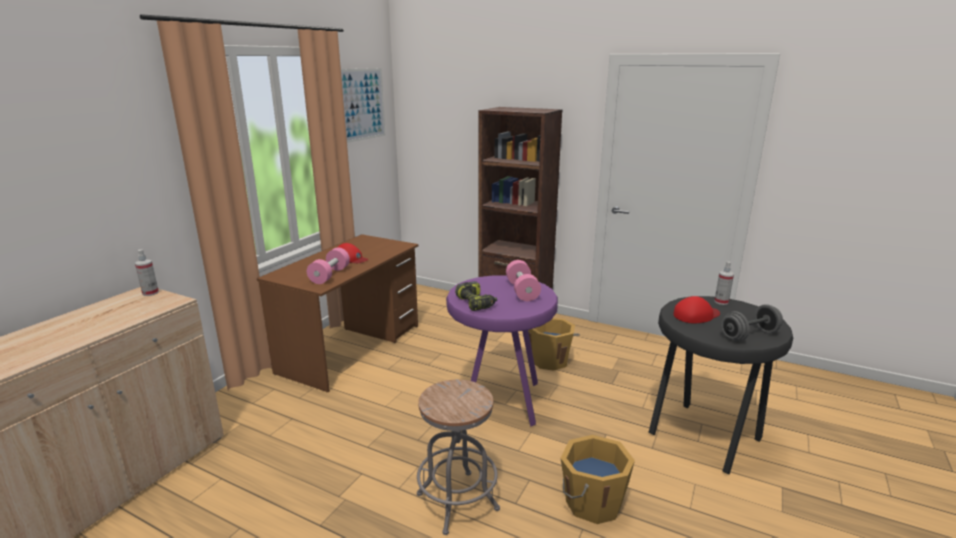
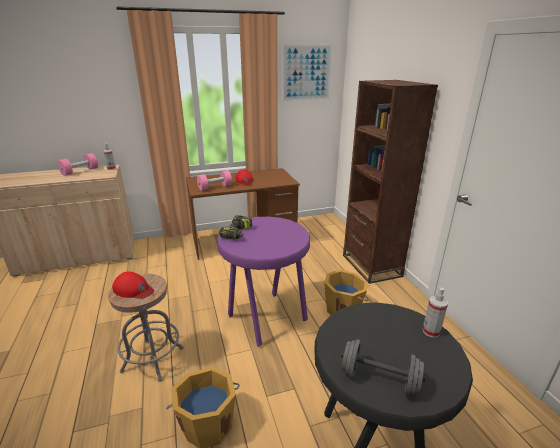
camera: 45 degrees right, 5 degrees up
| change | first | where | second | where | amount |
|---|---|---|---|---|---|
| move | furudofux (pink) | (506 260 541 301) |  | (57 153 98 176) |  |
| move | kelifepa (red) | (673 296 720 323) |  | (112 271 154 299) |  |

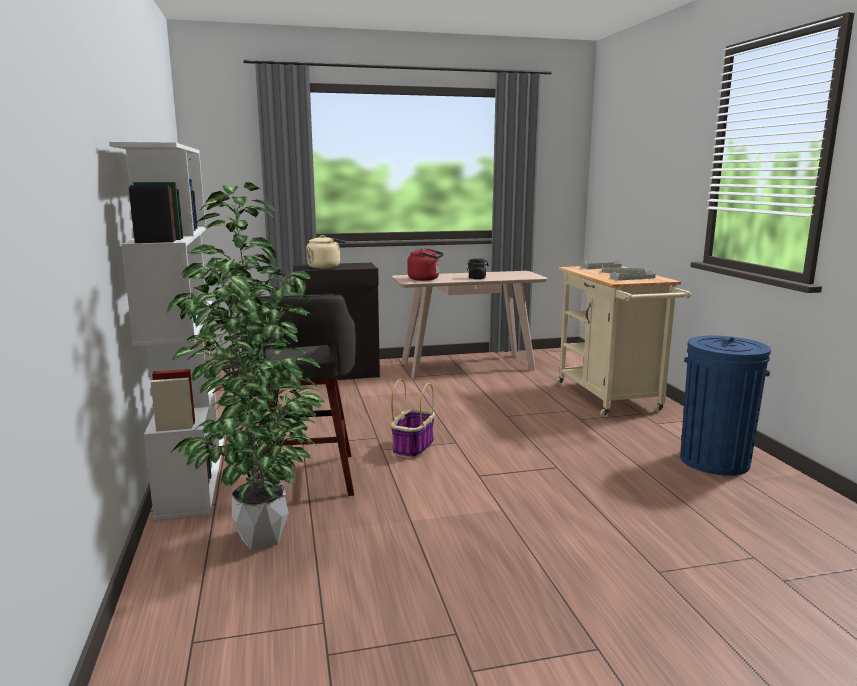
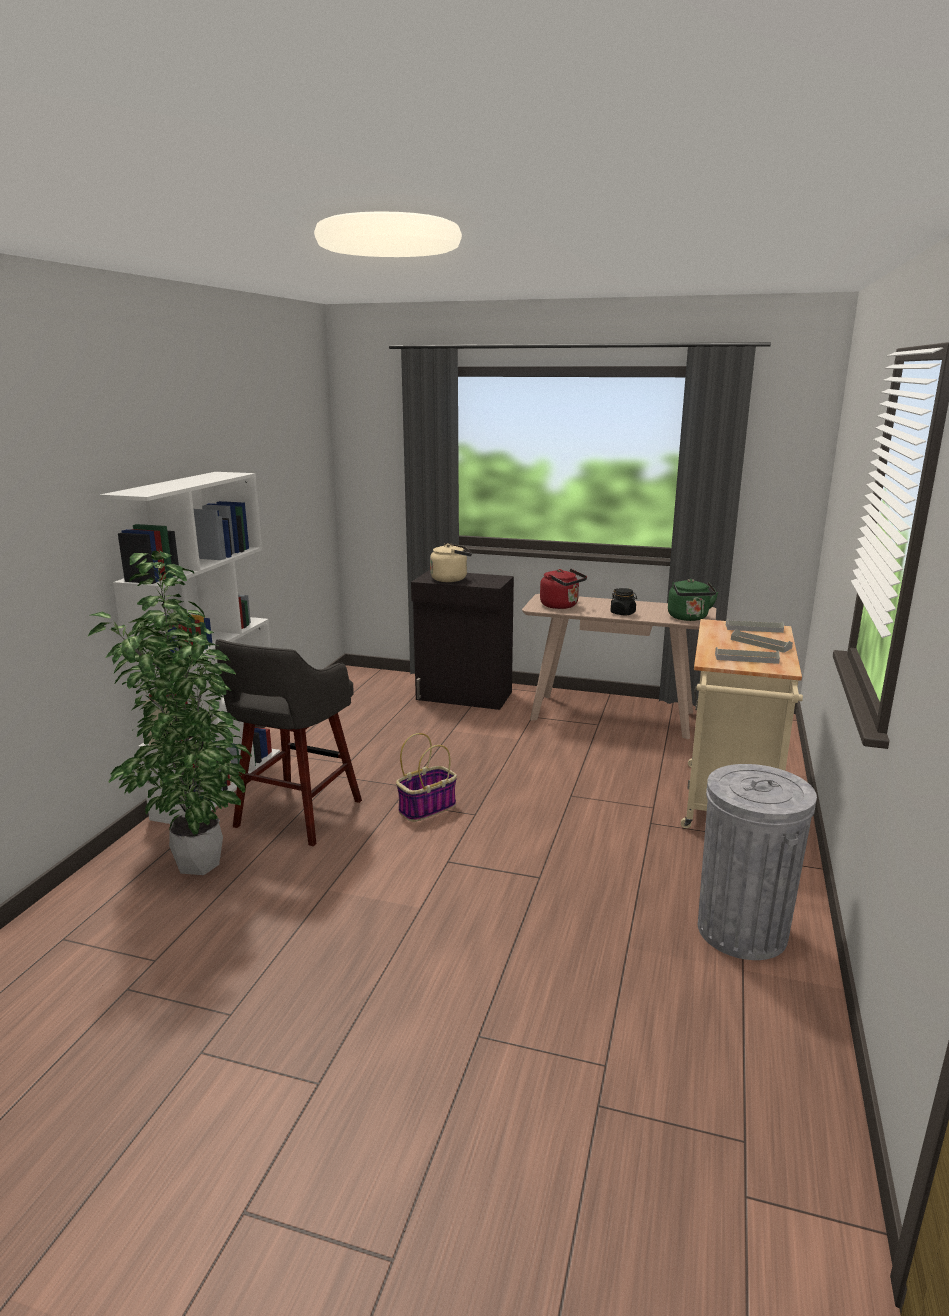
camera: 30 degrees right, 5 degrees up
| change | first | where | second | where | amount |
|---|---|---|---|---|---|
| insert |  |  | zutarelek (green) | (668 579 718 621) |  |
| recolor | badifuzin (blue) | (680 336 771 476) | badifuzin (grey) | (698 764 817 960) |  |

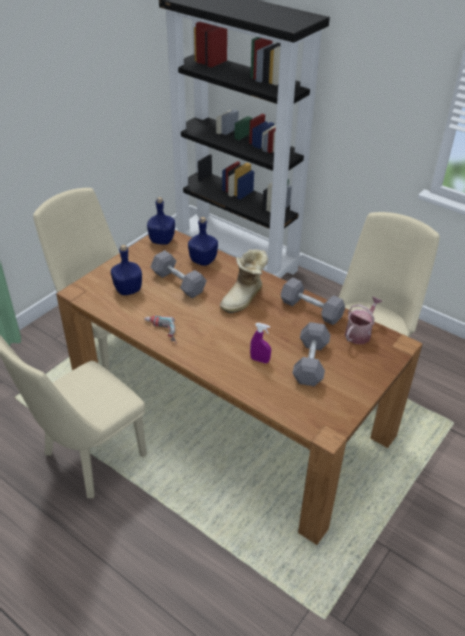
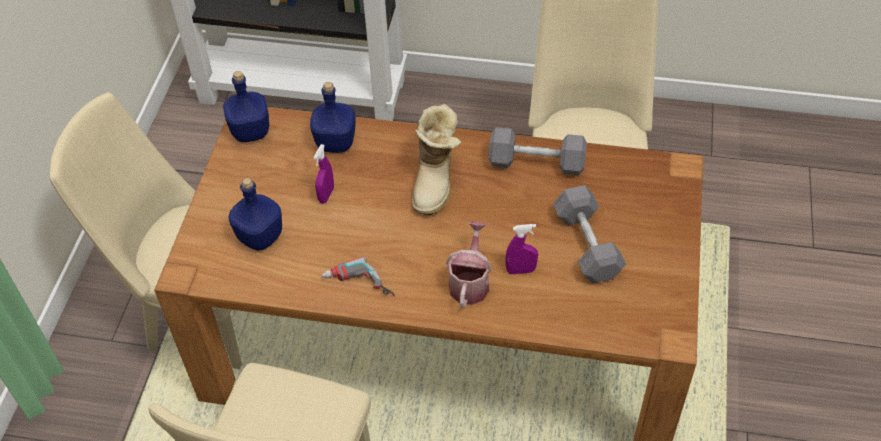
camera: 25 degrees left, 10 degrees up
| change | first | where | second | where | amount |
|---|---|---|---|---|---|
| replace | furudofux (grey) | (150 250 207 298) | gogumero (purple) | (314 144 334 204) |  |
| move | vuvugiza | (345 297 383 344) |  | (446 222 492 308) |  |

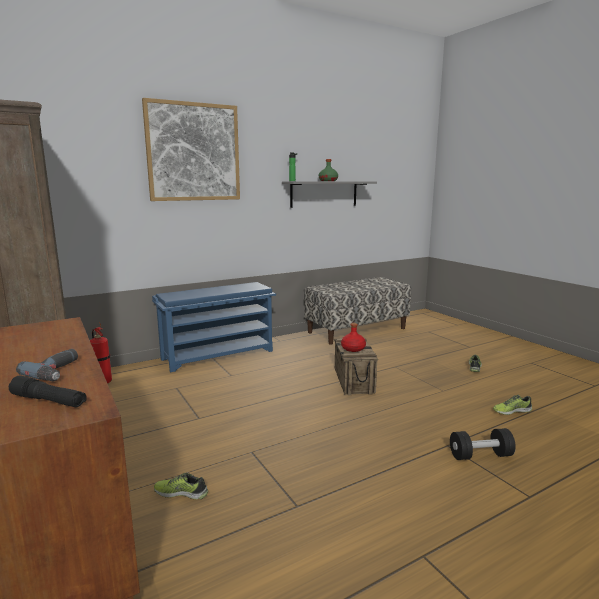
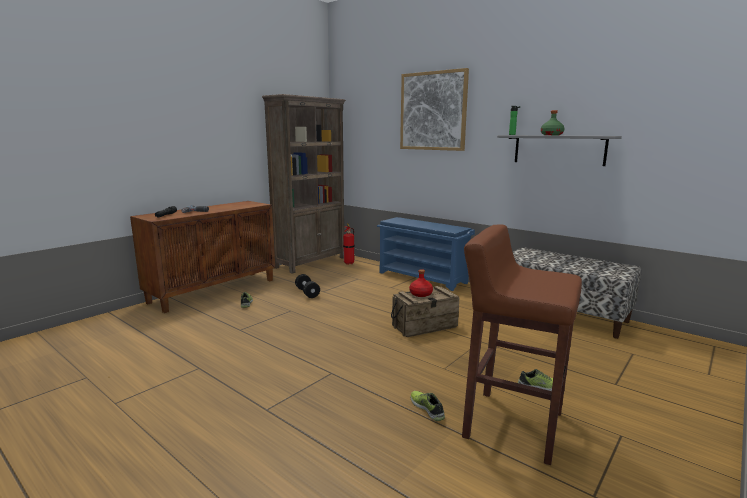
camera: 70 degrees right, 0 degrees up
| change | first | where | second | where | amount |
|---|---|---|---|---|---|
| move | furudofux (black) | (450 428 516 460) |  | (295 274 320 298) |  |
| insert |  |  | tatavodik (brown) | (462 224 582 465) |  |

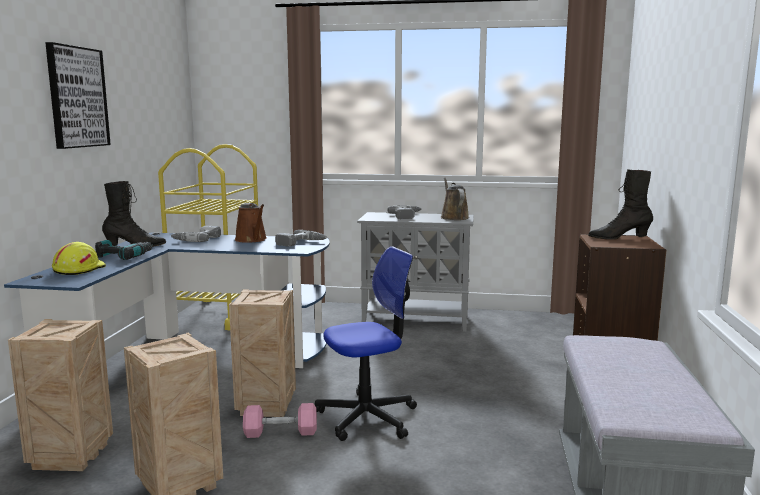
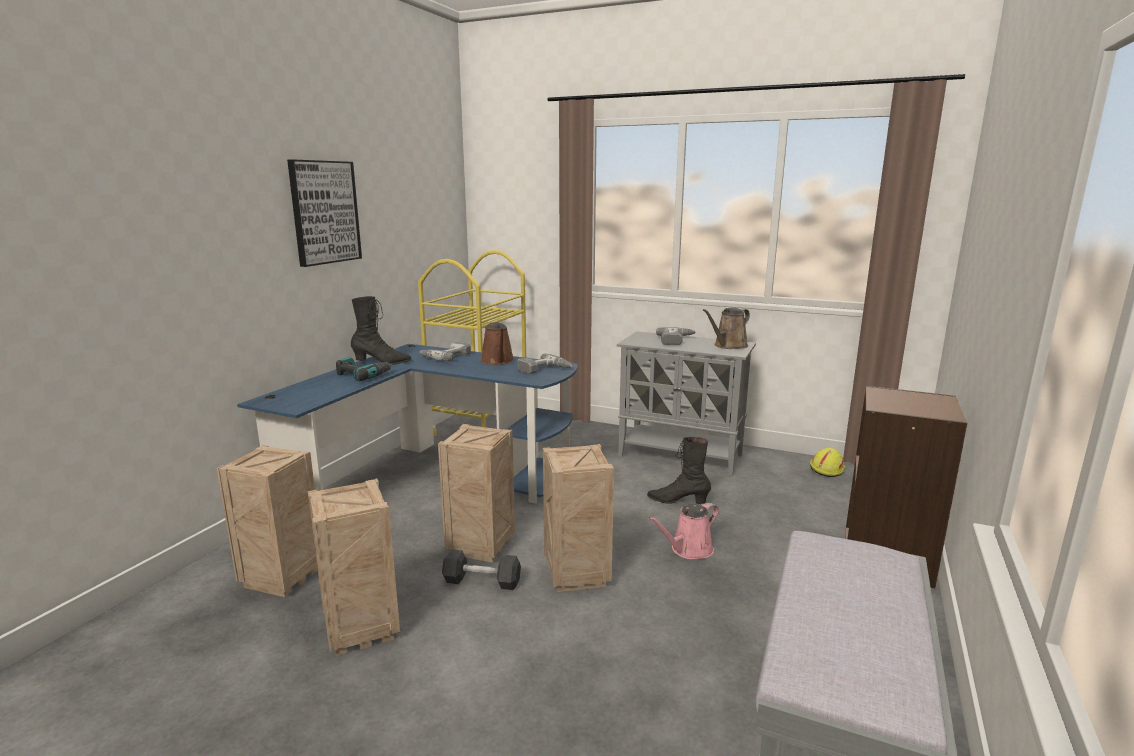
camera: 15 degrees right, 5 degrees up
| change | first | where | second | where | amount |
|---|---|---|---|---|---|
| recolor | furudofux (pink) | (243 403 317 438) | furudofux (grey) | (442 549 521 590) |  |
| replace | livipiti | (315 246 417 441) | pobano | (543 444 614 592) |  |
| move | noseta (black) | (588 169 653 240) |  | (647 437 711 504) |  |
| insert |  |  | vuvugiza (pink) | (648 503 719 559) |  |
| rotate | vuvugiza (brown) | (441 177 469 220) |  | (703 308 750 349) | 135 degrees counterclockwise |
| move | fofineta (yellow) | (52 242 106 275) |  | (810 448 845 477) |  |

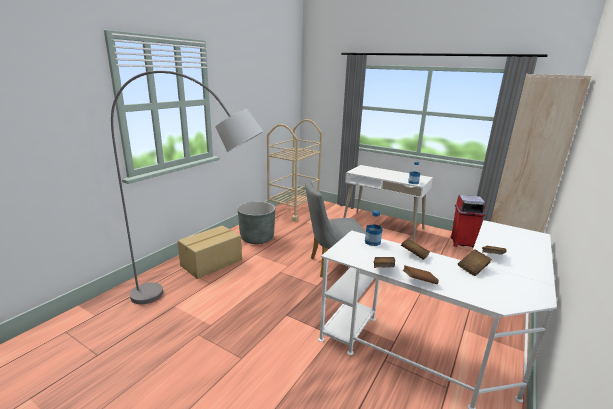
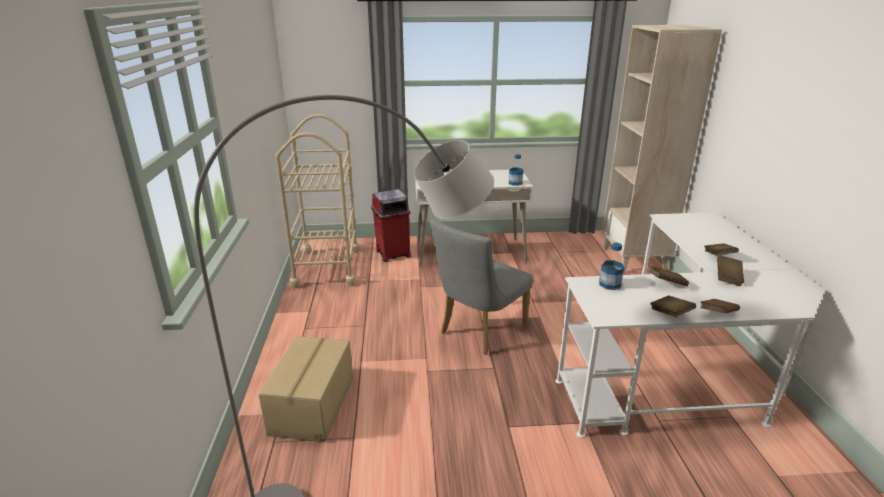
camera: 35 degrees left, 5 degrees up
| change | first | where | second | where | amount |
|---|---|---|---|---|---|
| move | badifuzin (red) | (451 195 485 248) |  | (371 189 411 262) |  |
| delete | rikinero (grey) | (238 201 275 244) |  |  |  |

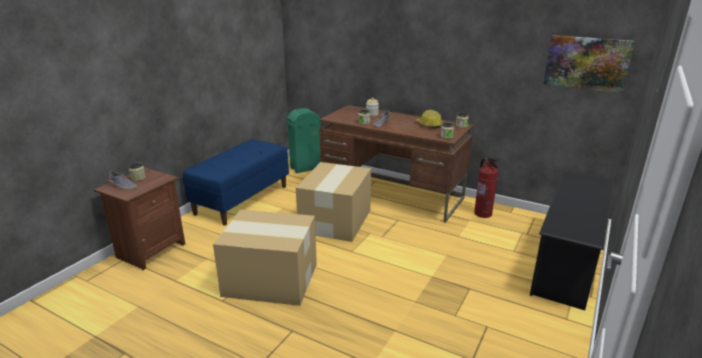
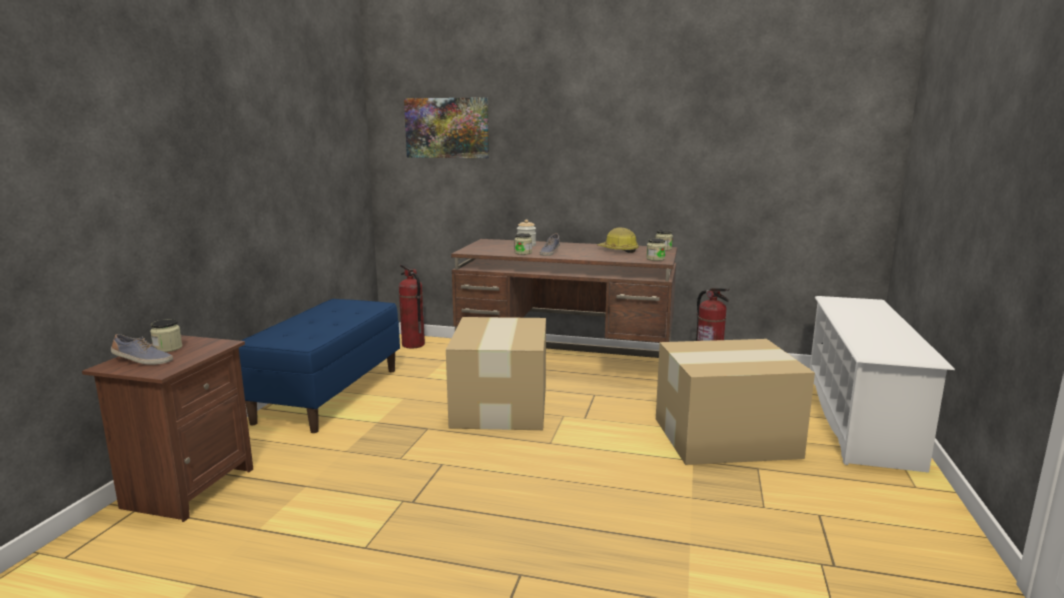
camera: 15 degrees left, 10 degrees down
| change | first | where | second | where | amount |
|---|---|---|---|---|---|
| replace | badifuzin (green) | (286 108 321 173) | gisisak | (399 264 425 348) |  |
| move | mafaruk | (544 35 635 93) |  | (404 97 489 158) |  |
| move | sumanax | (213 210 317 306) |  | (656 339 815 465) |  |
| recolor | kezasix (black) | (530 171 614 310) | kezasix (white) | (810 296 955 473) |  |

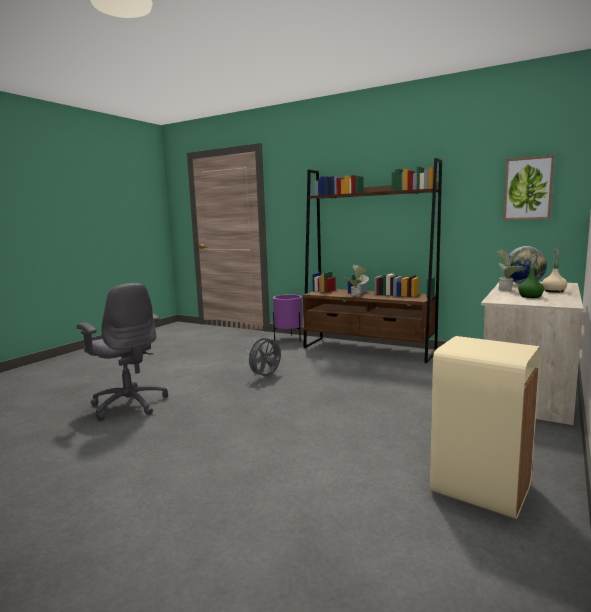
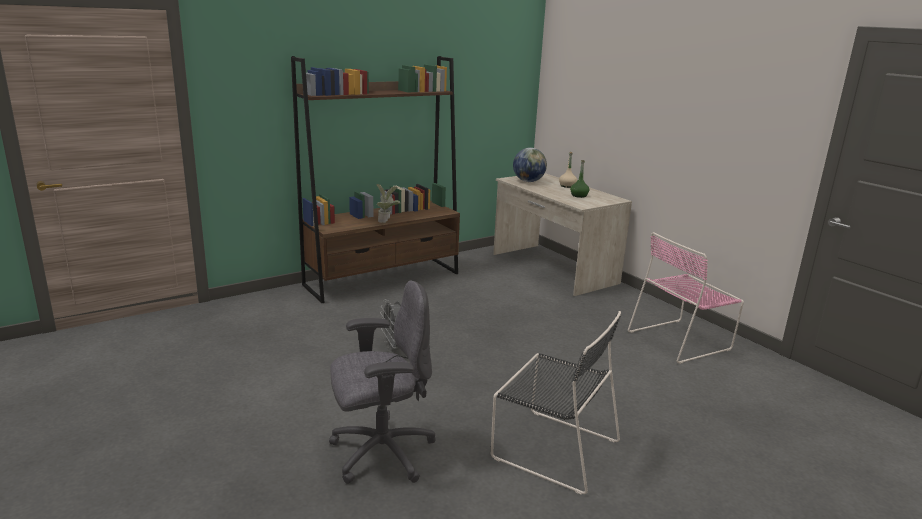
camera: 65 degrees left, 10 degrees up
| change | first | where | second | where | amount |
|---|---|---|---|---|---|
| insert |  |  | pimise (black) | (491 311 621 495) |  |
| replace | badifuzin (beige) | (430 336 541 519) | pimise (pink) | (628 232 744 364) |  |
| delete | rikinero (purple) | (273 295 303 342) |  |  |  |
| delete | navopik | (496 250 525 291) |  |  |  |
| delete | mafaruk | (503 155 555 220) |  |  |  |

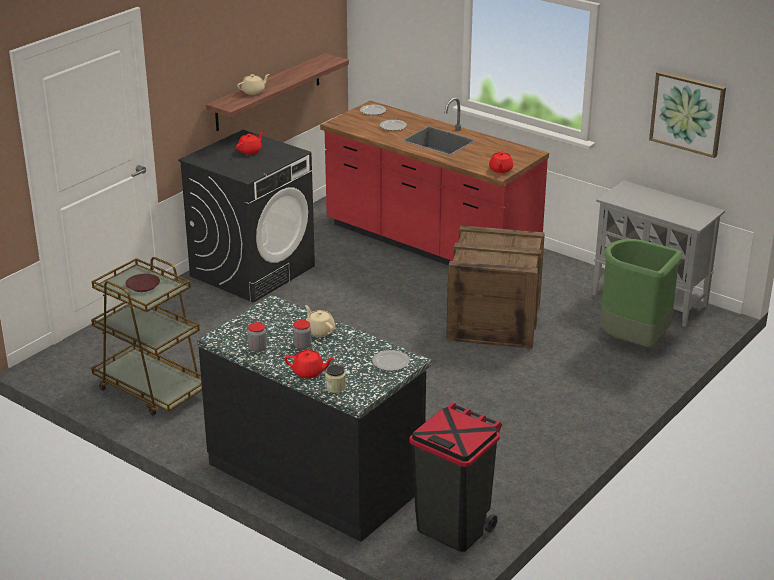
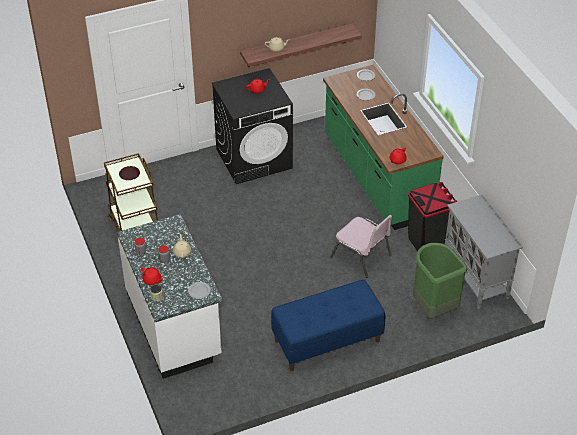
camera: 30 degrees right, 15 degrees up
| change | first | where | second | where | amount |
|---|---|---|---|---|---|
| recolor | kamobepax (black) | (197 295 431 542) | kamobepax (white) | (117 214 223 379) |  |
| insert |  |  | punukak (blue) | (271 280 386 371) |  |
| recolor | kamobepax (red) | (320 97 549 266) | kamobepax (green) | (323 65 443 230) |  |
| replace | pobano | (446 225 545 349) | pimise (pink) | (331 215 392 278) |  |
| move | badifuzin (black) | (409 402 502 552) |  | (408 182 457 251) |  |
| delete | mafaruk | (649 71 726 158) |  |  |  |

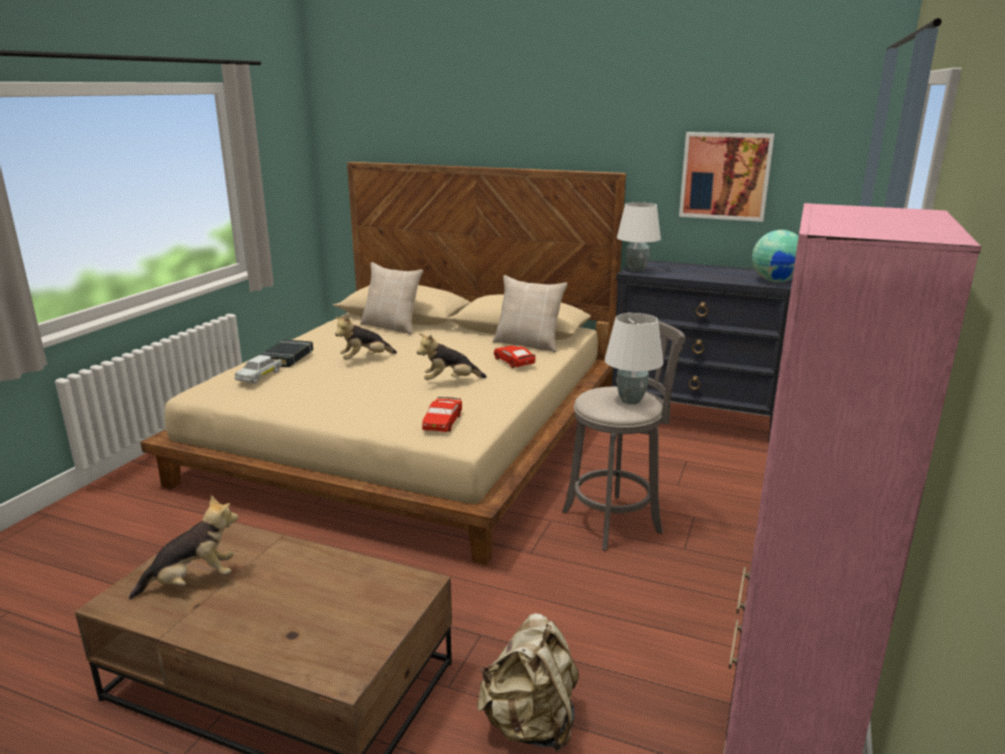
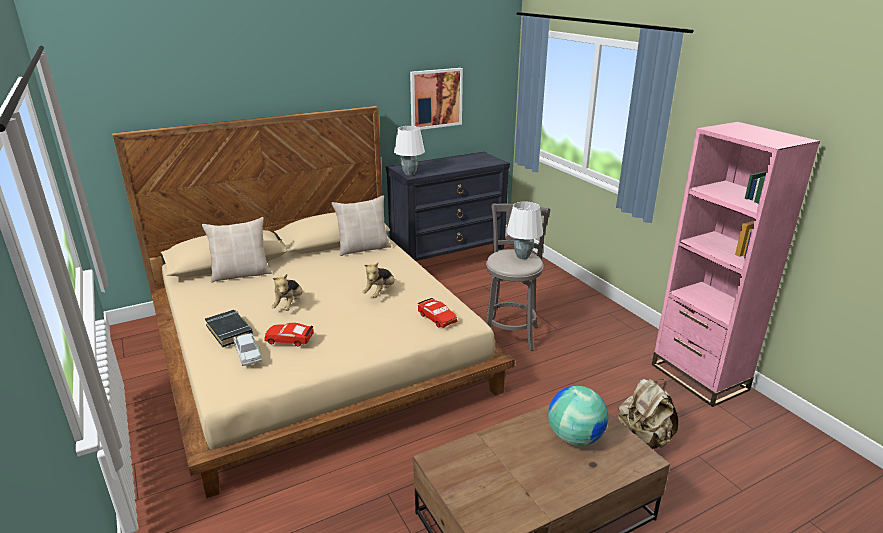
camera: 50 degrees left, 5 degrees up
| change | first | where | second | where | amount |
|---|---|---|---|---|---|
| move | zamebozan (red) | (494 346 536 368) |  | (264 323 314 347) |  |
| move | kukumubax | (752 230 799 282) |  | (548 386 608 446) |  |
| delete | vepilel | (129 495 238 599) |  |  |  |

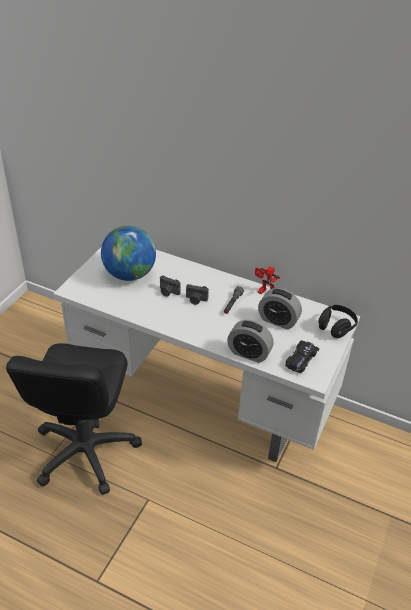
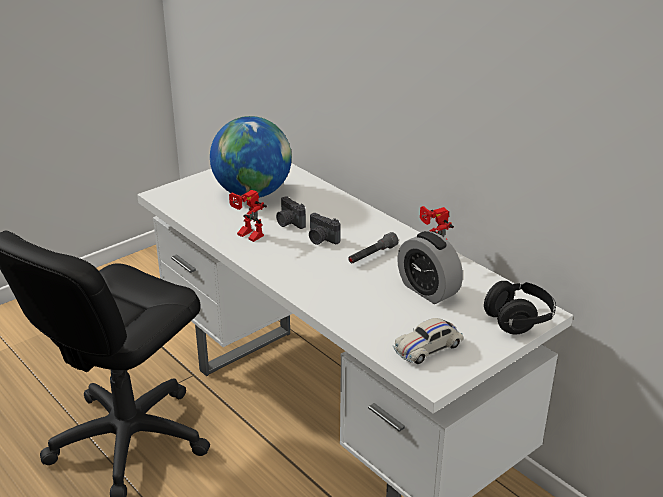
camera: 25 degrees right, 10 degrees down
| change | first | where | second | where | amount |
|---|---|---|---|---|---|
| insert |  |  | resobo | (229 190 267 242) |  |
| recolor | zamebozan (black) | (285 340 319 373) | zamebozan (white) | (393 318 464 364) |  |
| delete | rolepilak | (227 320 274 363) |  |  |  |

